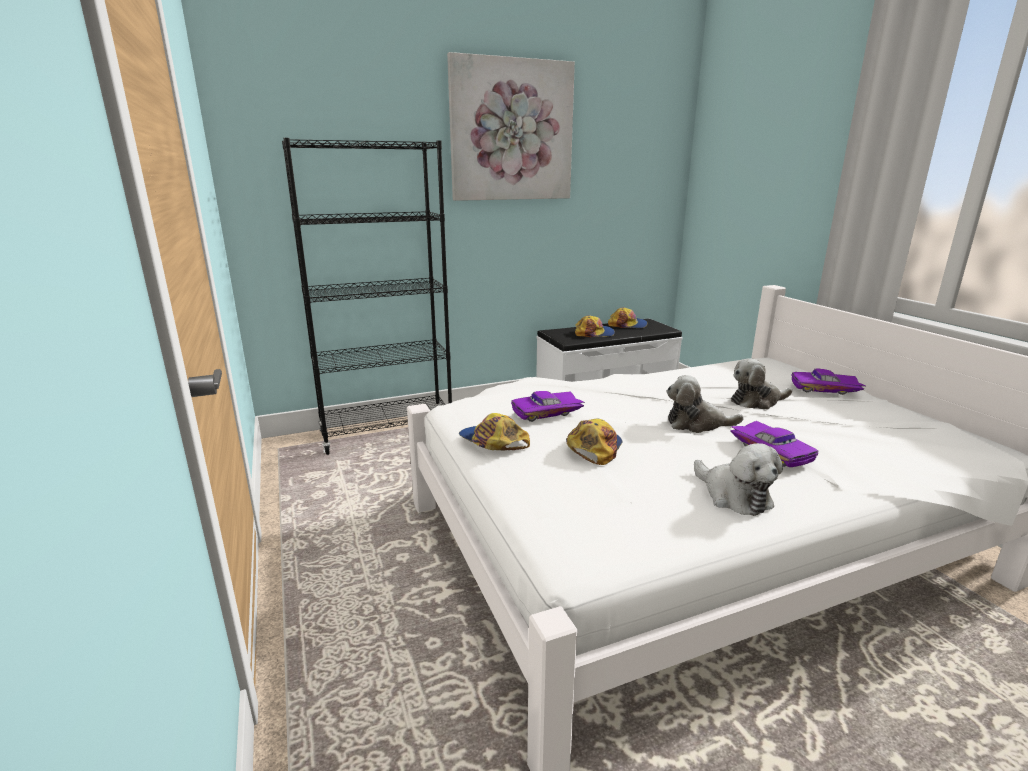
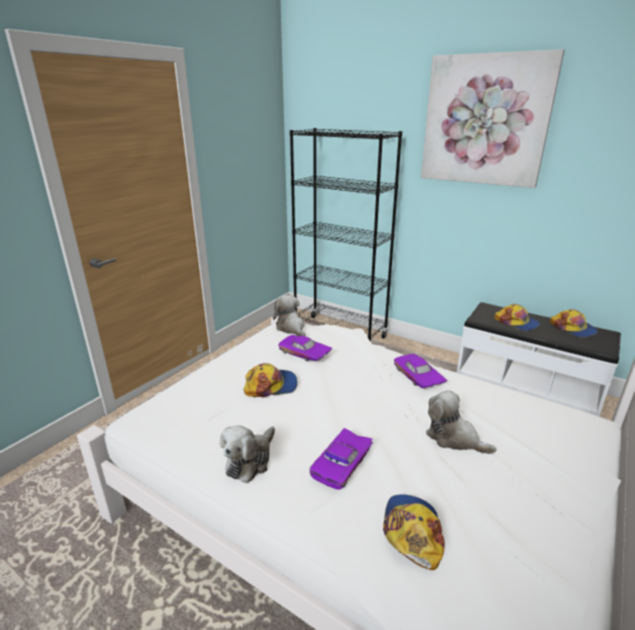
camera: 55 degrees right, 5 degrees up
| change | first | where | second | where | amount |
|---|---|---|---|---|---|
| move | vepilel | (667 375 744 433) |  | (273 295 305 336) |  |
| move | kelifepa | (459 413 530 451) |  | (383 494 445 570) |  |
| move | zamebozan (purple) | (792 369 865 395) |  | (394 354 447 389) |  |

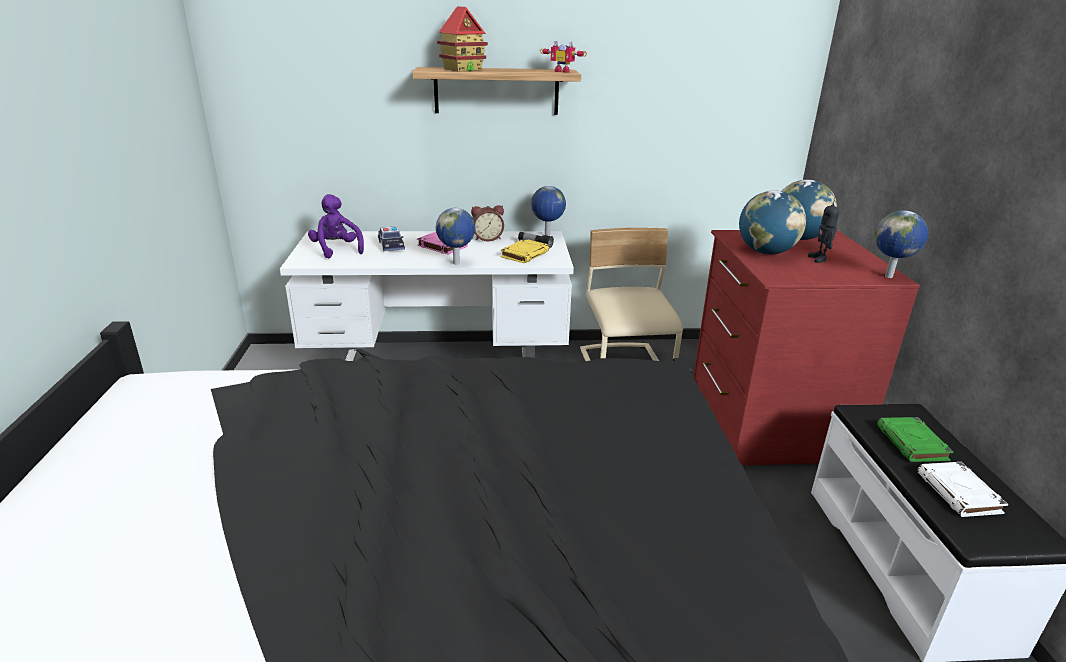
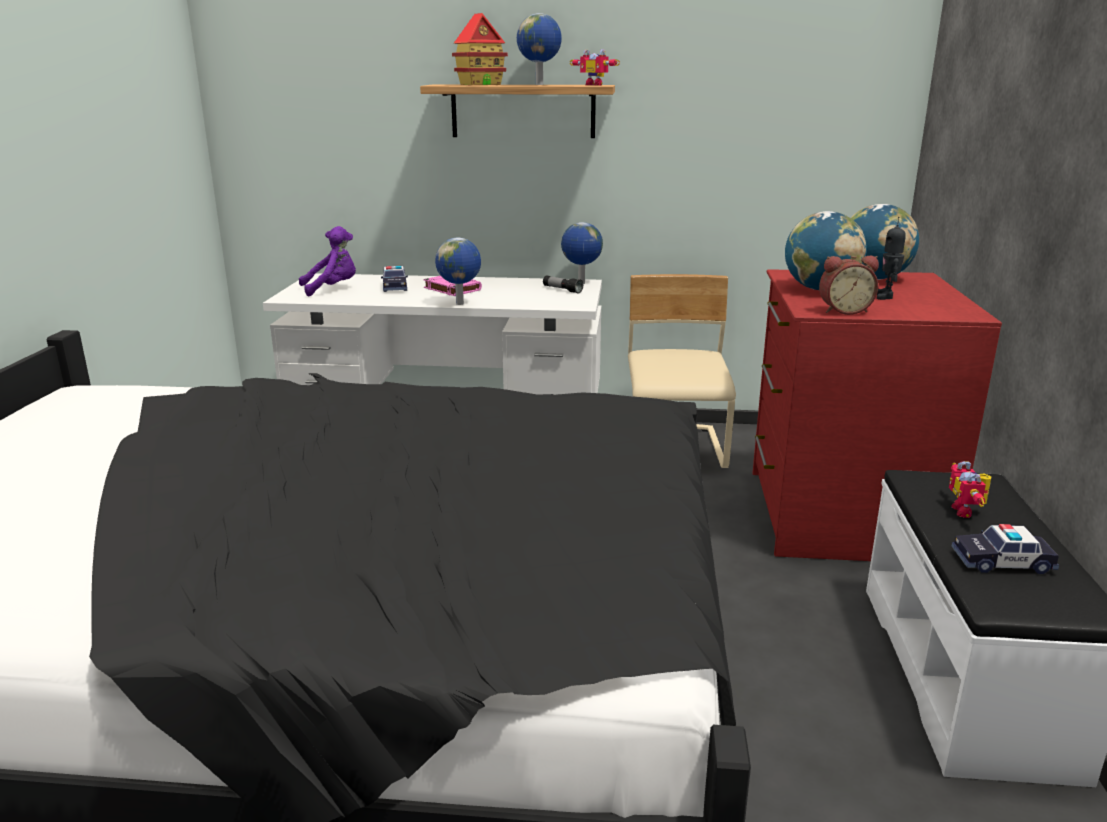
camera: 10 degrees right, 5 degrees down
| change | first | where | second | where | amount |
|---|---|---|---|---|---|
| rotate | vepilel (purple) | (308 194 364 258) |  | (299 226 356 297) | 90 degrees clockwise |
| move | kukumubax | (875 210 928 278) |  | (517 13 562 85) |  |
| move | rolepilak | (471 205 504 241) |  | (819 256 879 315) |  |
| replace | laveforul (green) | (877 417 953 462) | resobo | (949 461 991 518) |  |
| replace | laveforul (white) | (917 462 1008 517) | zamebozan | (952 524 1059 574) |  |
| delete | laveforul (yellow) | (500 239 549 263) |  |  |  |

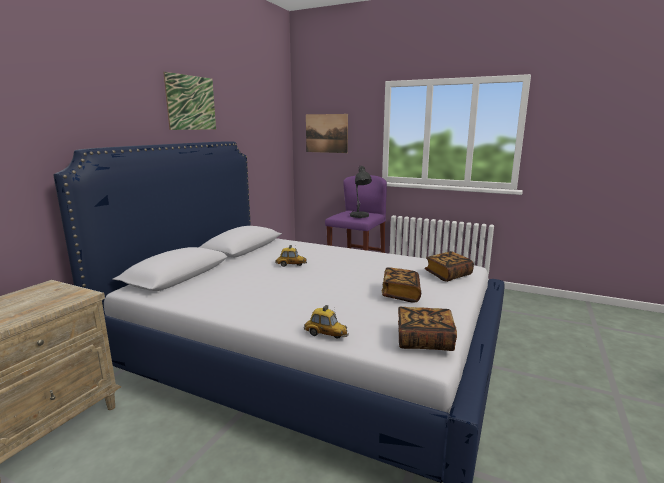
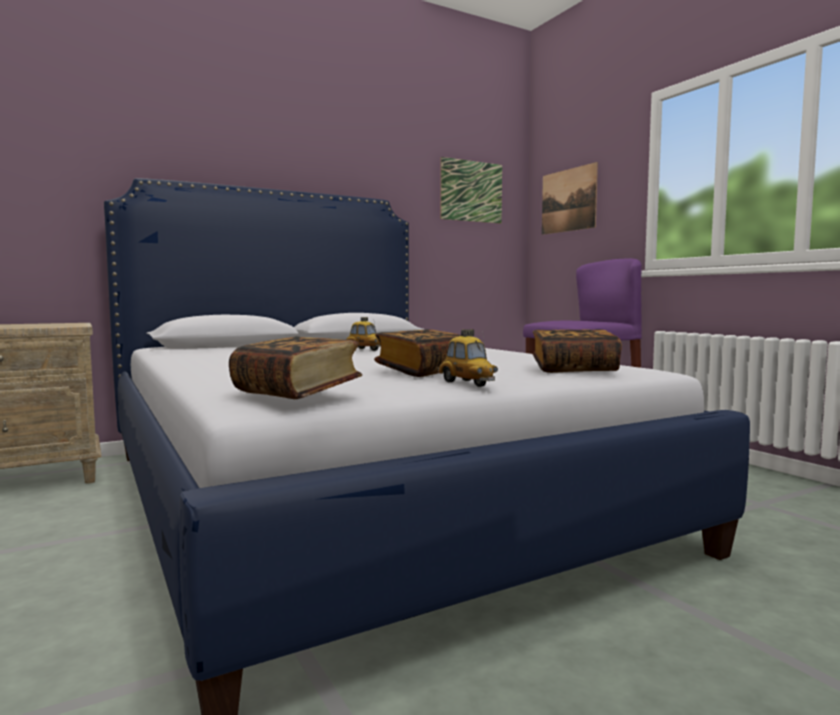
camera: 35 degrees right, 10 degrees down
| change | first | where | second | where | amount |
|---|---|---|---|---|---|
| move | zamebozan | (304 305 348 339) |  | (438 329 498 387) |  |
| move | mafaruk | (163 72 216 130) |  | (440 157 502 224) |  |
| delete | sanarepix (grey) | (348 166 372 218) |  |  |  |

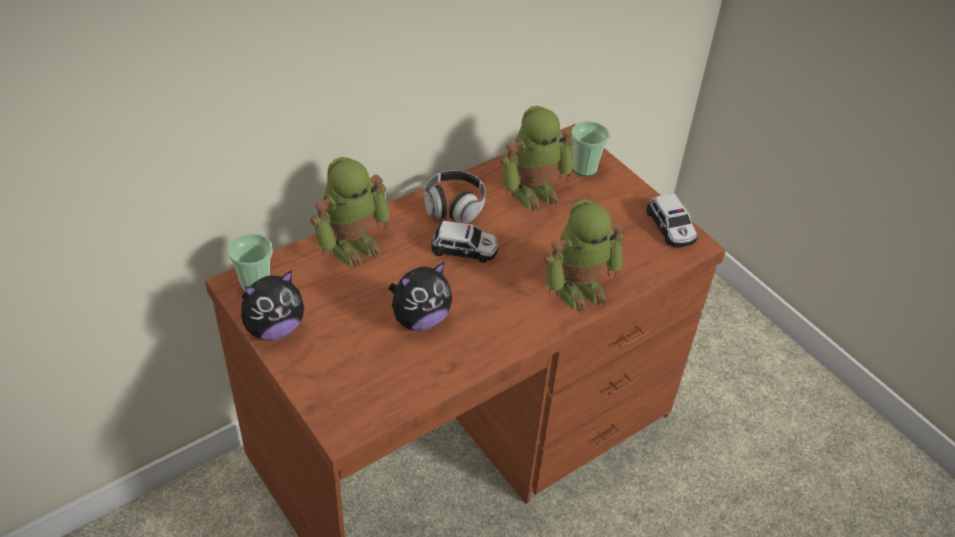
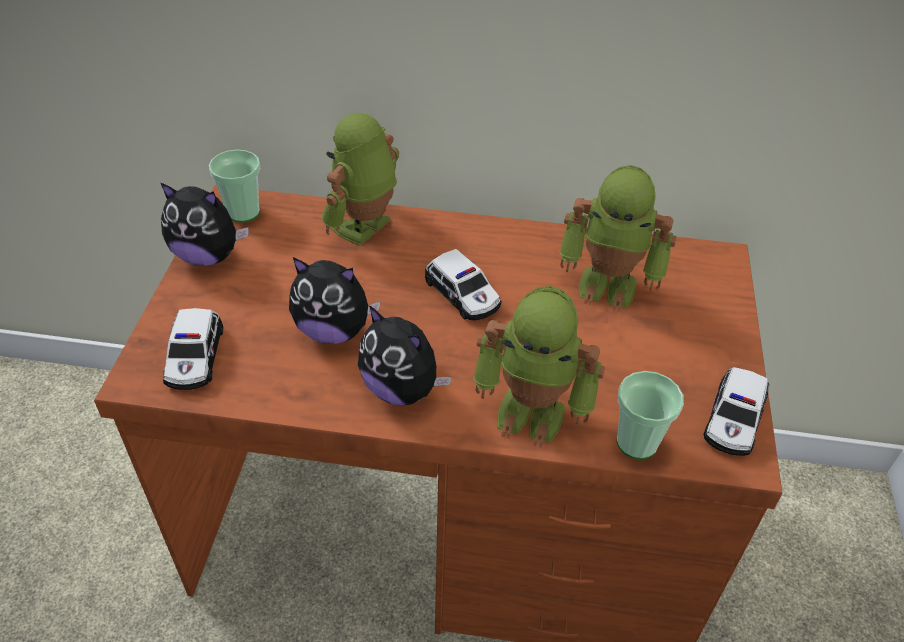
camera: 45 degrees right, 0 degrees up
| change | first | where | second | where | amount |
|---|---|---|---|---|---|
| insert |  |  | zamebozan | (163 308 223 390) |  |
| rotate | resobo | (310 157 390 267) |  | (321 113 399 246) | 120 degrees clockwise |
| insert |  |  | vepilel | (358 305 452 406) |  |
| move | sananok | (571 121 609 177) |  | (617 371 684 460) |  |
| delete | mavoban | (424 170 486 223) |  |  |  |

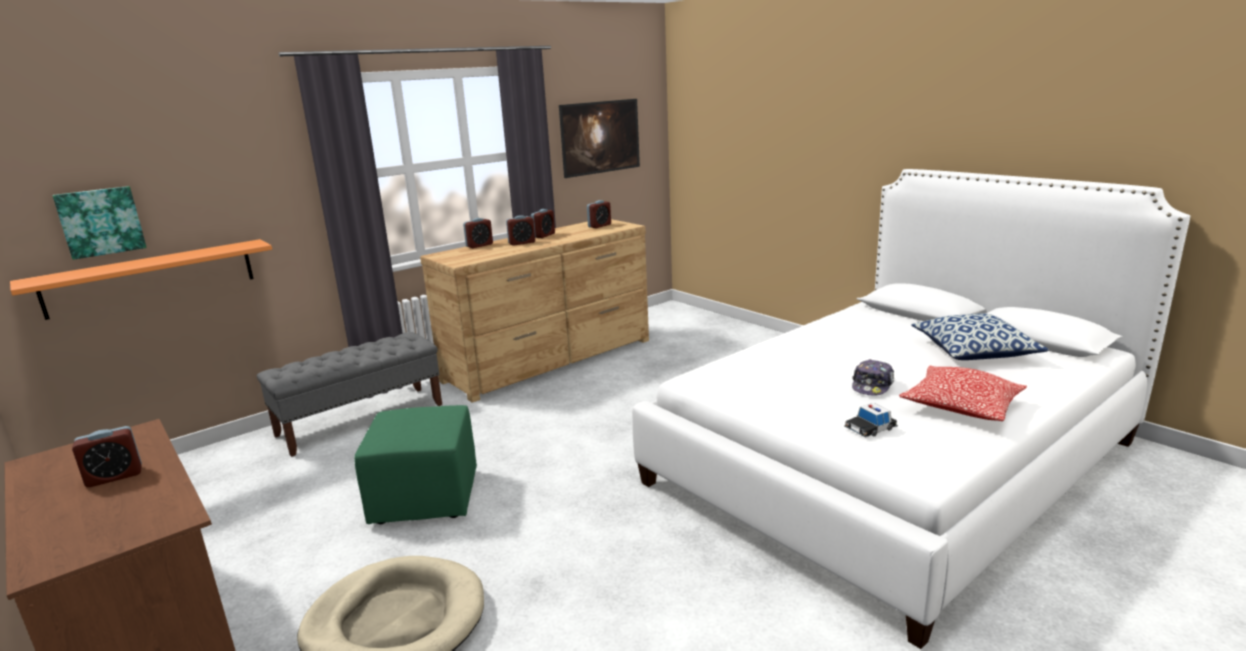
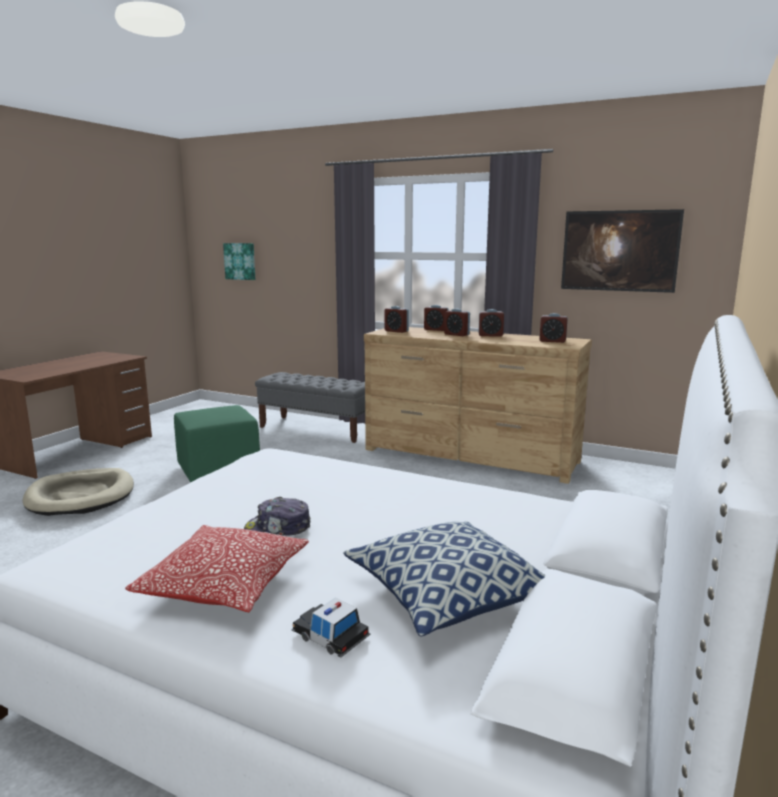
camera: 65 degrees right, 5 degrees down
| change | first | where | second | where | amount |
|---|---|---|---|---|---|
| move | zamebozan | (844 403 898 437) |  | (291 597 371 657) |  |
| move | rolepilak | (72 426 142 487) |  | (385 306 409 333) |  |
| delete | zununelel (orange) | (10 239 272 320) |  |  |  |

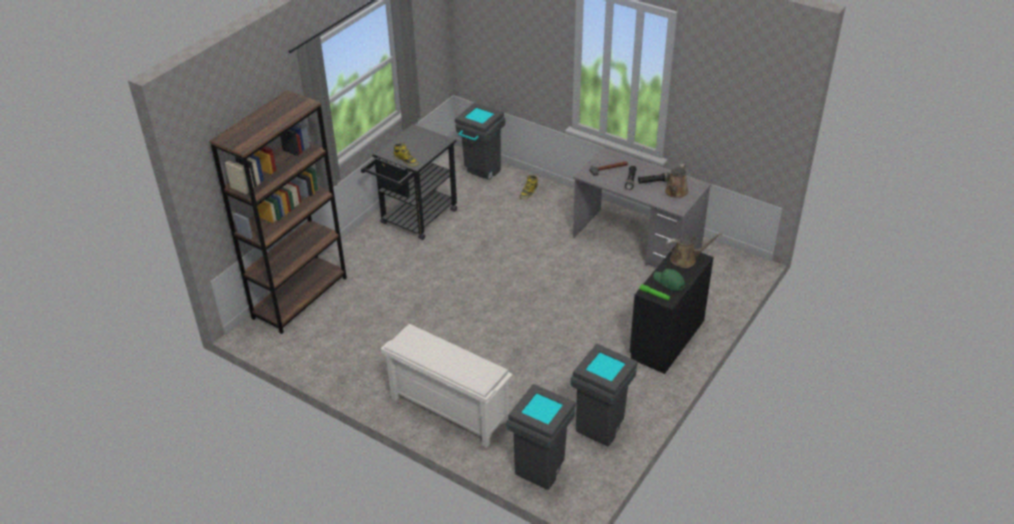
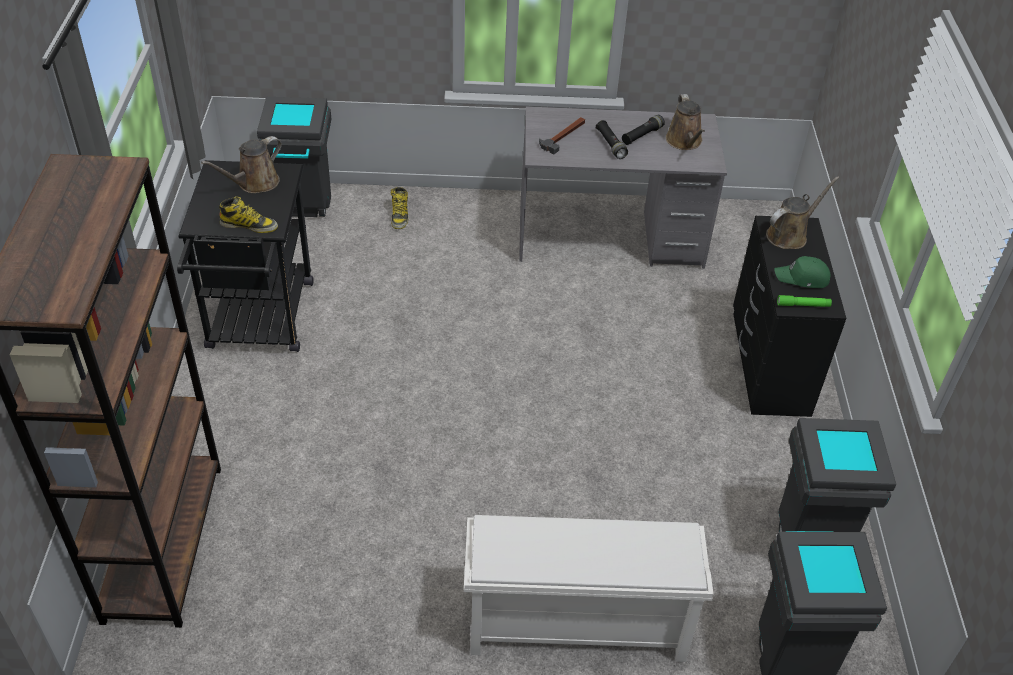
camera: 35 degrees left, 5 degrees up
| change | first | where | second | where | amount |
|---|---|---|---|---|---|
| insert |  |  | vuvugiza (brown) | (201 136 282 193) |  |

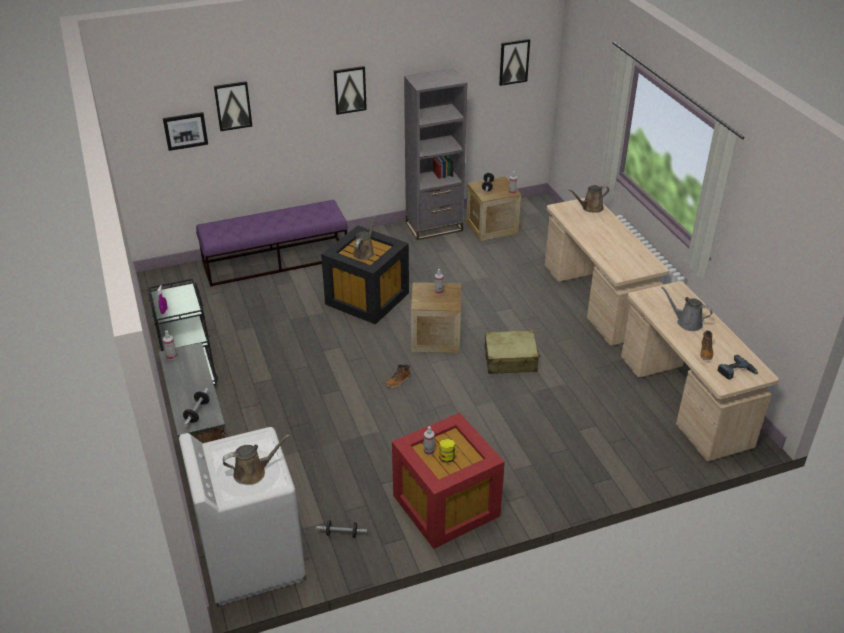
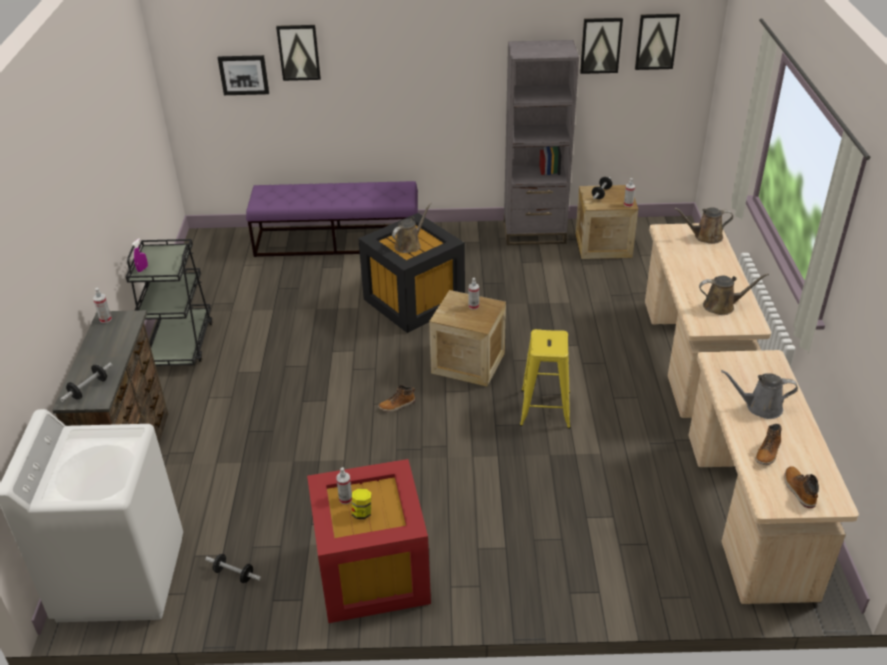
camera: 20 degrees right, 0 degrees up
| change | first | where | second | where | amount |
|---|---|---|---|---|---|
| replace | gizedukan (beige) | (485 330 540 374) | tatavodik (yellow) | (520 329 571 429) |  |
| move | mafaruk | (333 66 367 115) |  | (580 18 623 74) |  |
| move | vuvugiza (brown) | (223 434 290 485) |  | (699 273 769 315) |  |
| rotate | vuvugiza (grey) | (661 287 713 331) |  | (721 370 798 419) | 45 degrees counterclockwise |
| replace | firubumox | (717 355 758 380) | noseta | (784 466 819 508) |  |

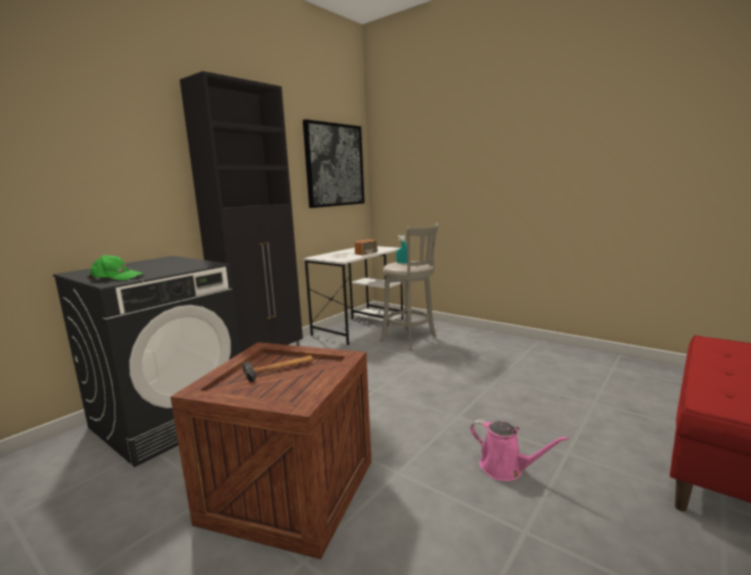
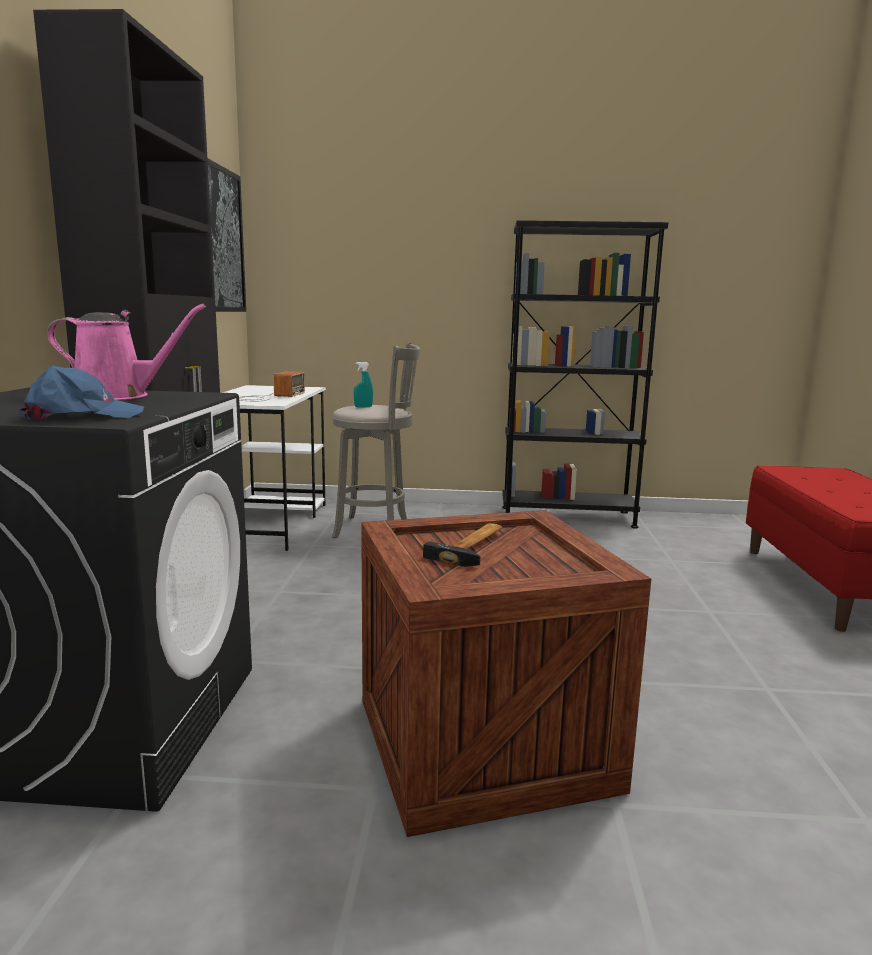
camera: 35 degrees left, 0 degrees up
| change | first | where | second | where | amount |
|---|---|---|---|---|---|
| recolor | kelifepa (green) | (86 255 144 280) | kelifepa (blue) | (19 365 144 420) |  |
| move | vuvugiza (pink) | (470 419 569 481) |  | (47 304 206 400) |  |
| insert |  |  | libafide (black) | (502 220 669 529) |  |

